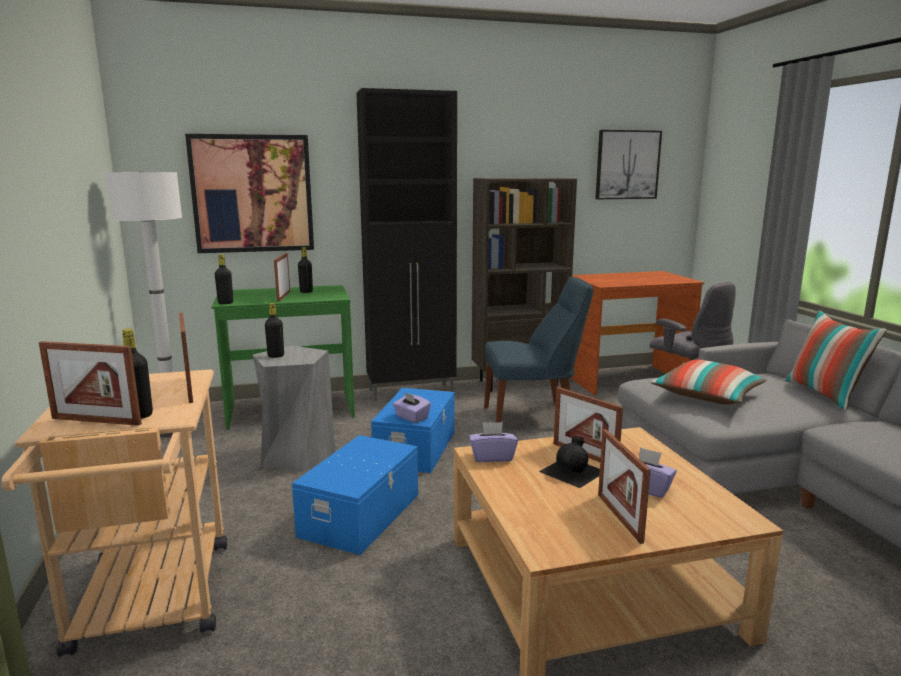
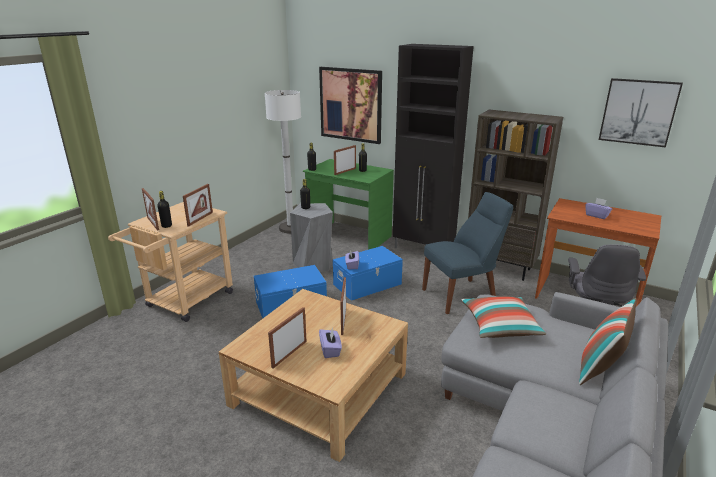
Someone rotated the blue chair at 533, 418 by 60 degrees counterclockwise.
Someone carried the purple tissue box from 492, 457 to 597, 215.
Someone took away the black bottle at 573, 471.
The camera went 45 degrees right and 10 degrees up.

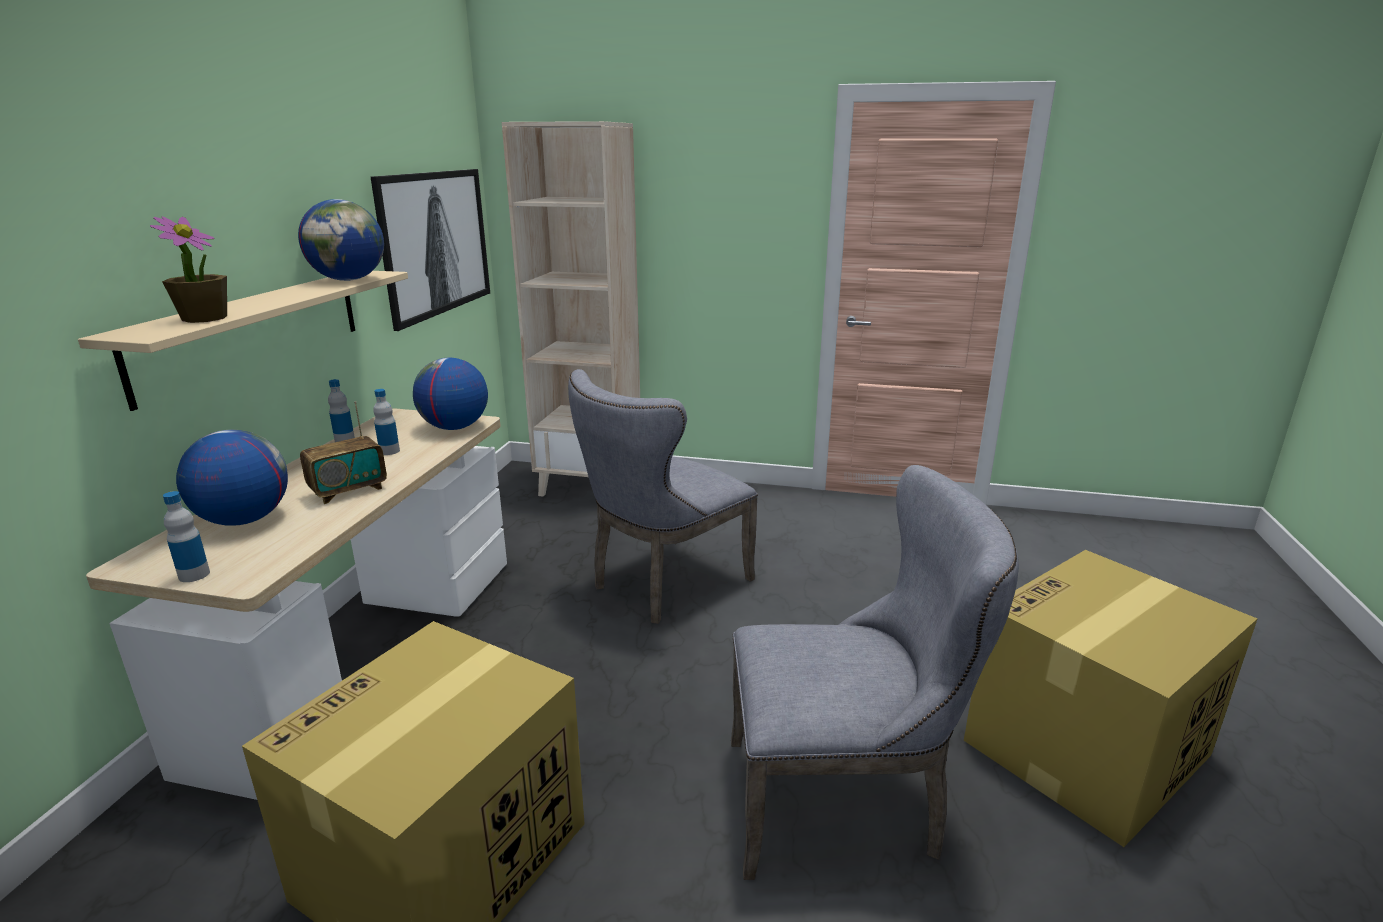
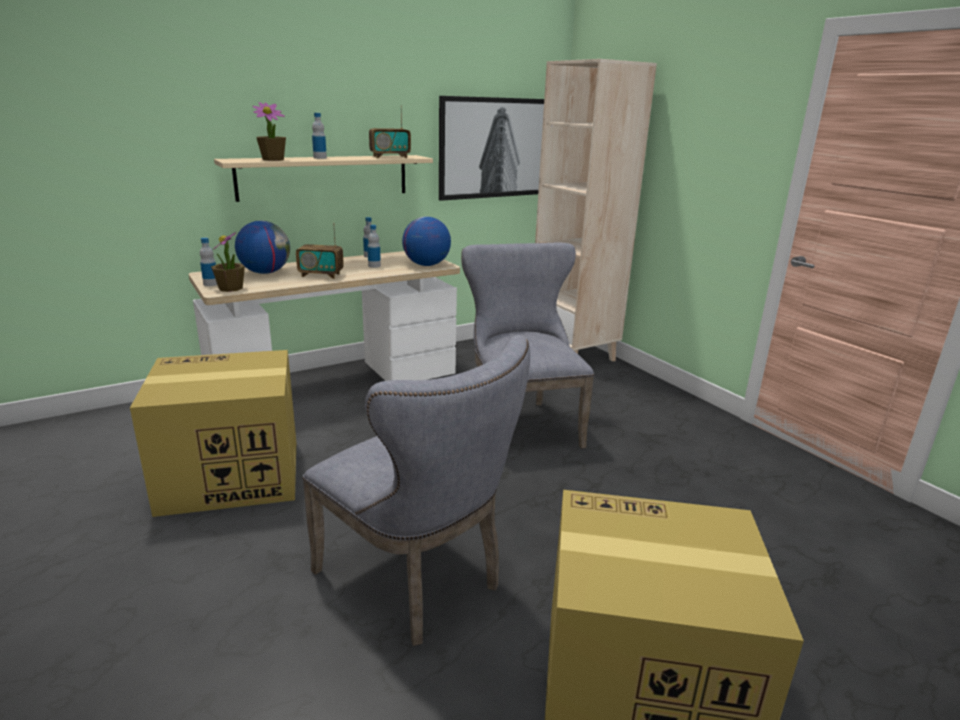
Someone put down the potted plant at 230, 288.
Someone put down the bottle at 320, 158.
Someone swapped the globe at 349, 280 for the radio at 390, 157.
Someone rotated the grey chair at 663, 585 by 75 degrees clockwise.
The camera went 45 degrees right and 0 degrees up.

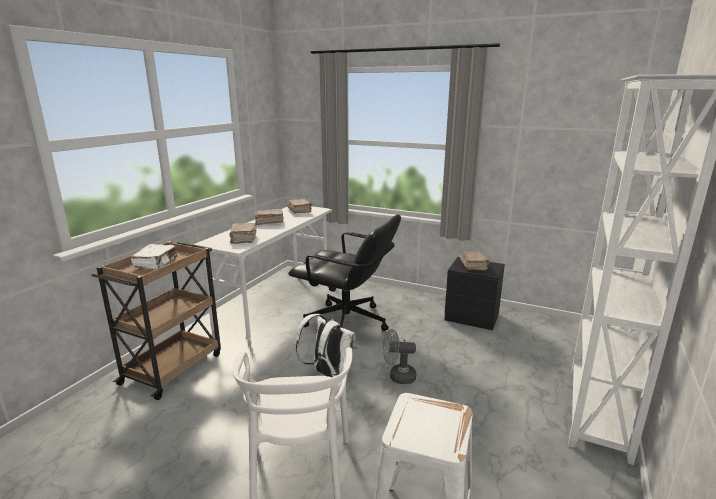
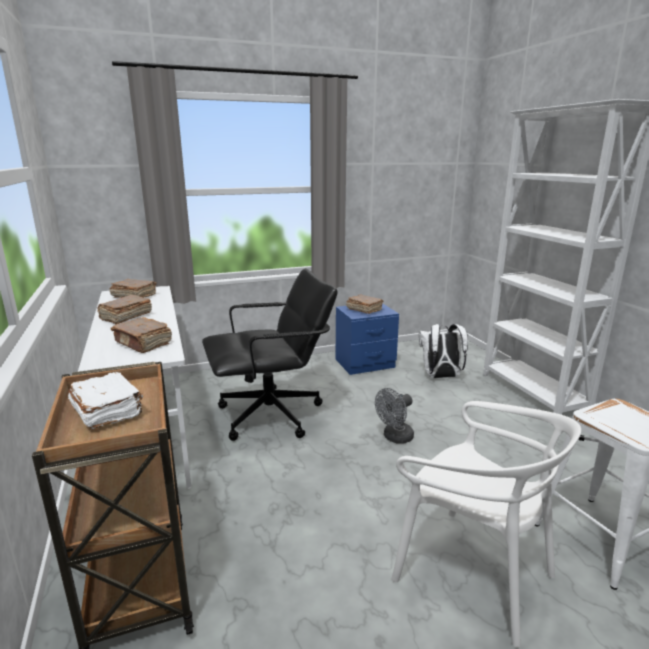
Someone repainted the black nightstand at 471, 317, which became the blue nightstand at 365, 363.
Someone carried the white backpack from 328, 374 to 440, 377.
The camera went 45 degrees left and 0 degrees up.

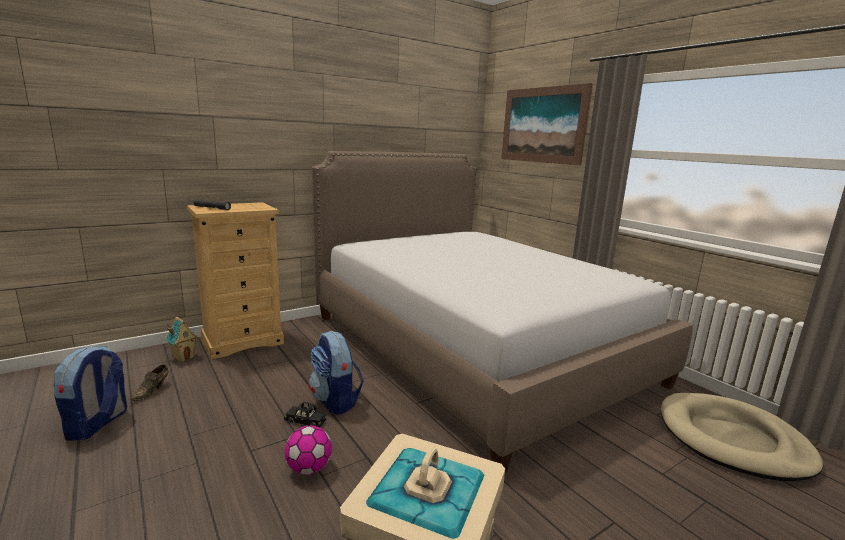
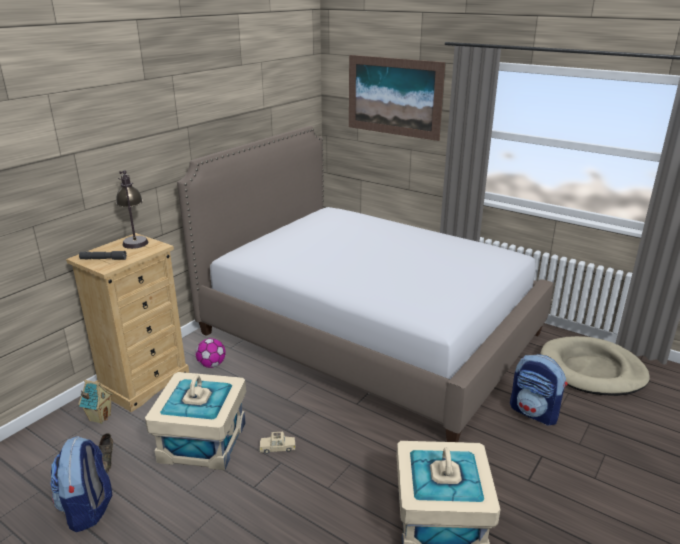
Someone put down the table lamp at 135, 240.
Someone put down the beige storage box at 202, 441.
Someone carried the football from 309, 468 to 211, 365.
Someone repainted the black toy car at 305, 421, which became the beige toy car at 277, 448.
Someone carried the backpack from 335, 401 to 534, 412.
The camera went 20 degrees left and 10 degrees up.

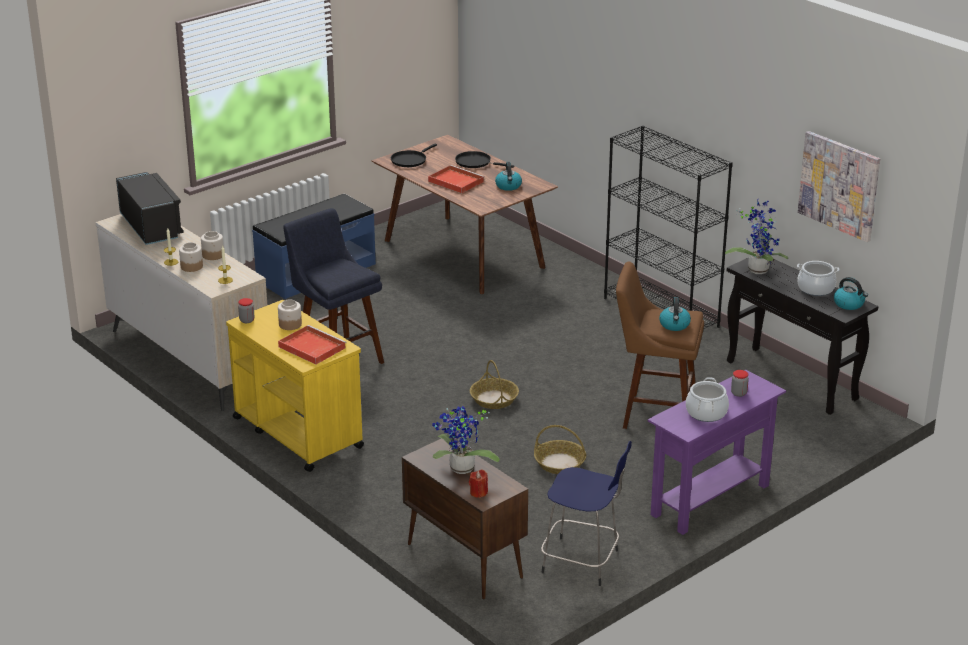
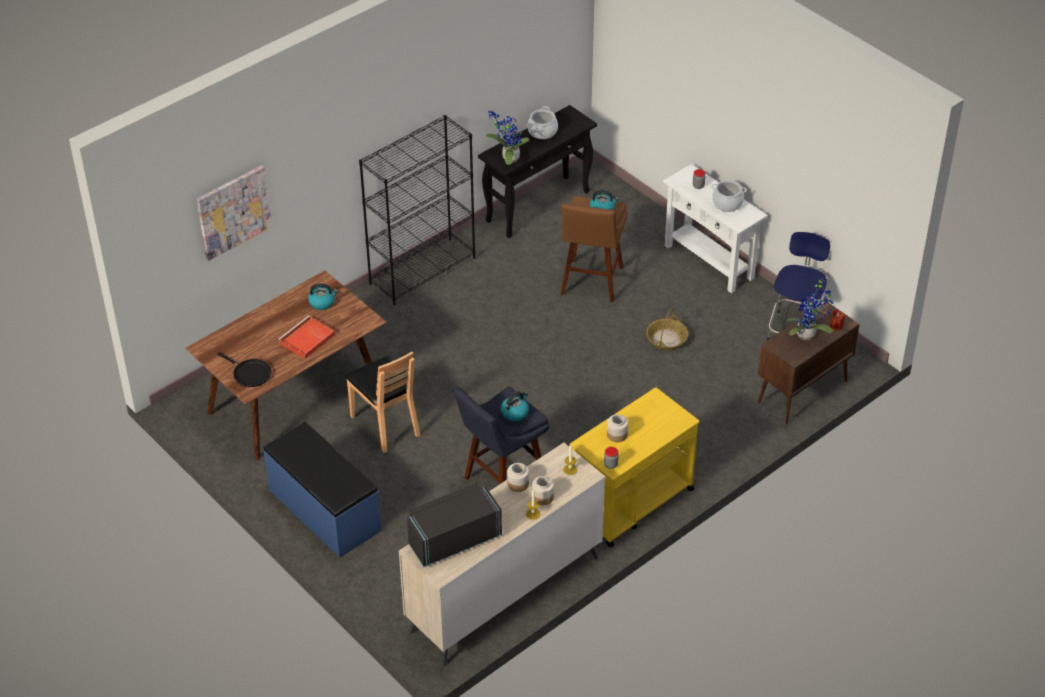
Someone carried the picture from 839, 185 to 233, 211.
Someone put down the brown chair at 386, 425.
Someone carried the kettle from 849, 304 to 515, 412.
Someone repainted the purple console table at 710, 500, which became the white console table at 709, 262.
Someone took away the red tray at 311, 347.
Someone took away the black frying pan at 476, 162.
Someone took away the basket at 494, 399.
The camera went 90 degrees left and 15 degrees up.

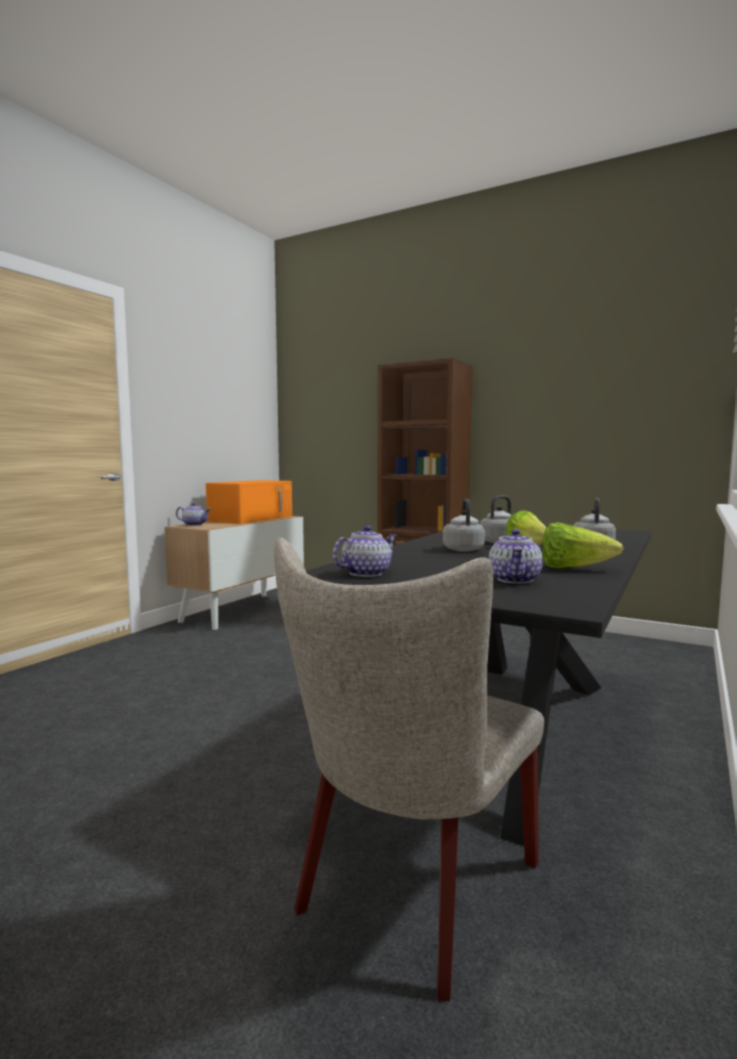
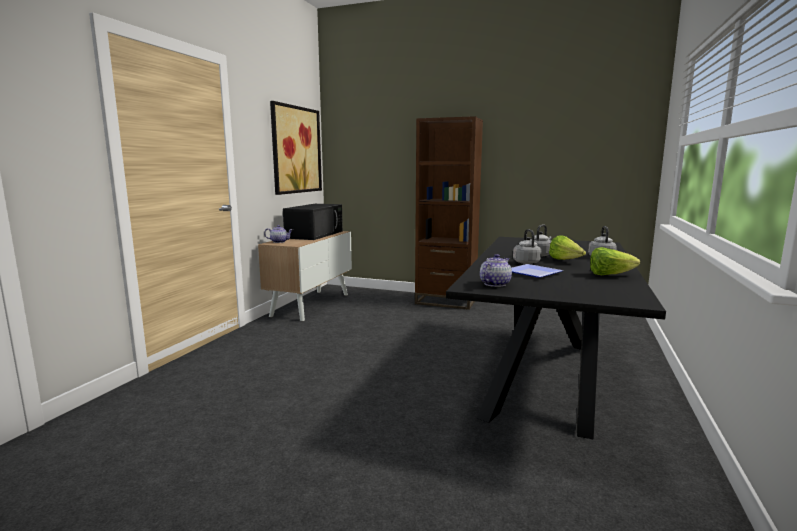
Someone put up the picture at 296, 150.
Someone repainted the orange microwave at 252, 518, which became the black microwave at 315, 234.
Someone put down the plate at 532, 273.
Someone took away the beige chair at 410, 894.
Someone took away the teapot at 515, 580.
The camera went 10 degrees left and 5 degrees up.

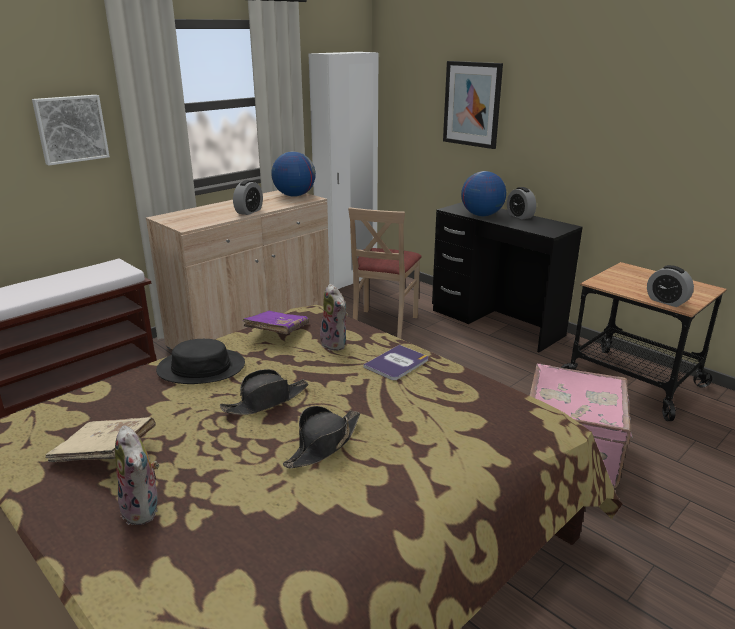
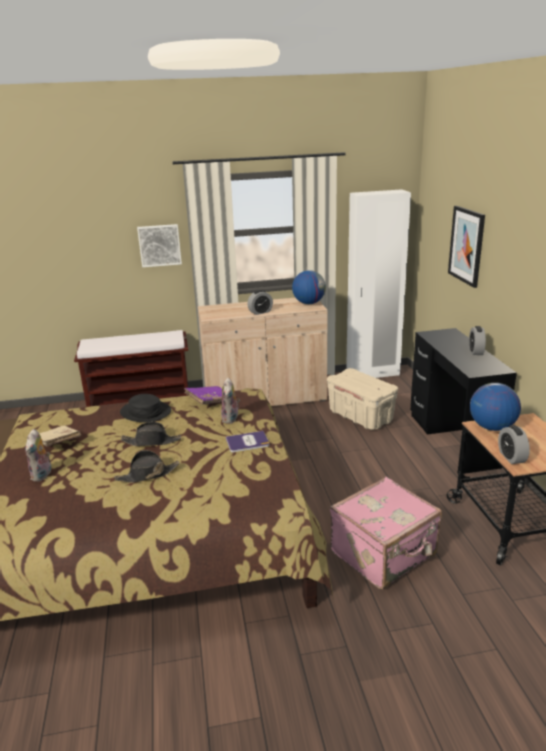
Someone swapped the beige chair at 383, 324 for the beige storage box at 360, 416.
Someone carried the globe from 481, 215 to 491, 427.
The camera went 35 degrees right and 0 degrees up.

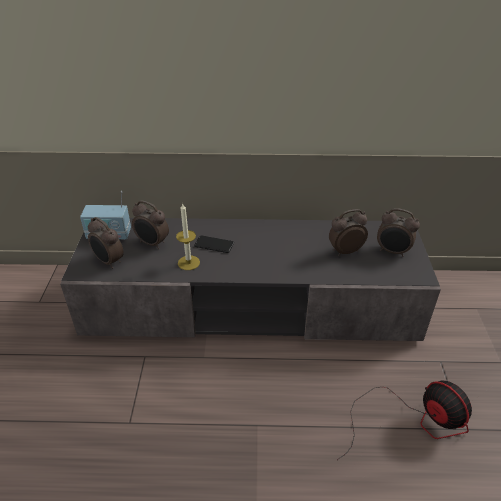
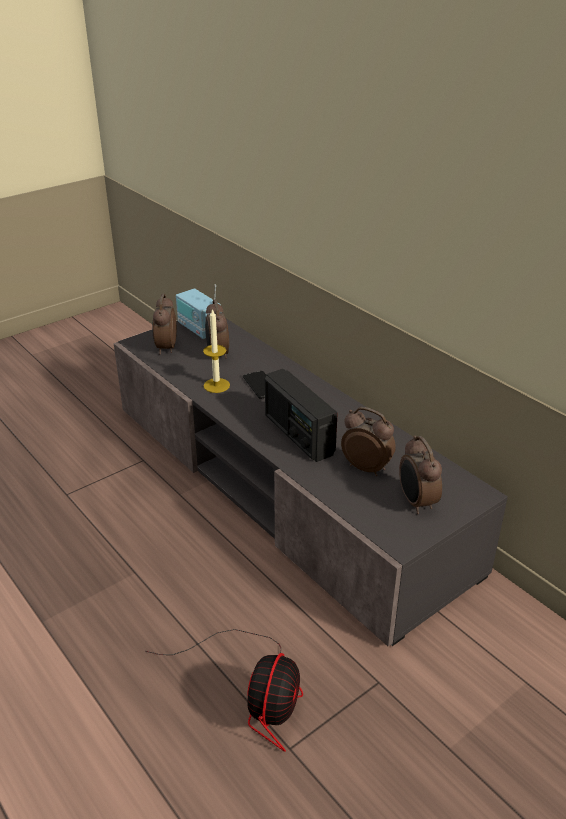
Someone put down the radio at 298, 434.
The camera went 50 degrees right and 5 degrees down.

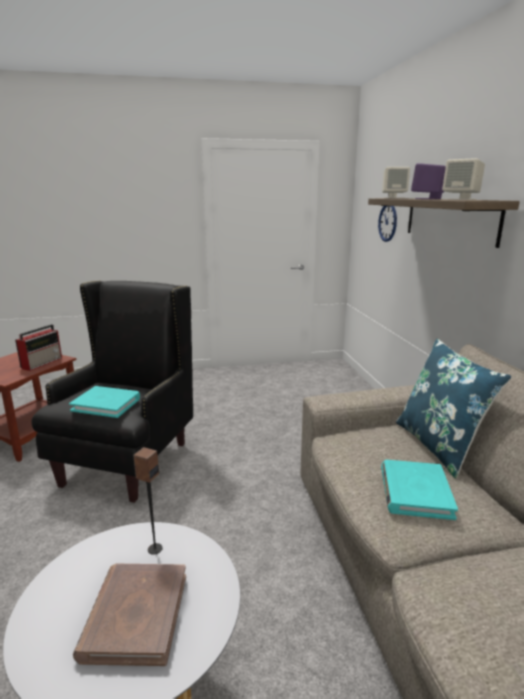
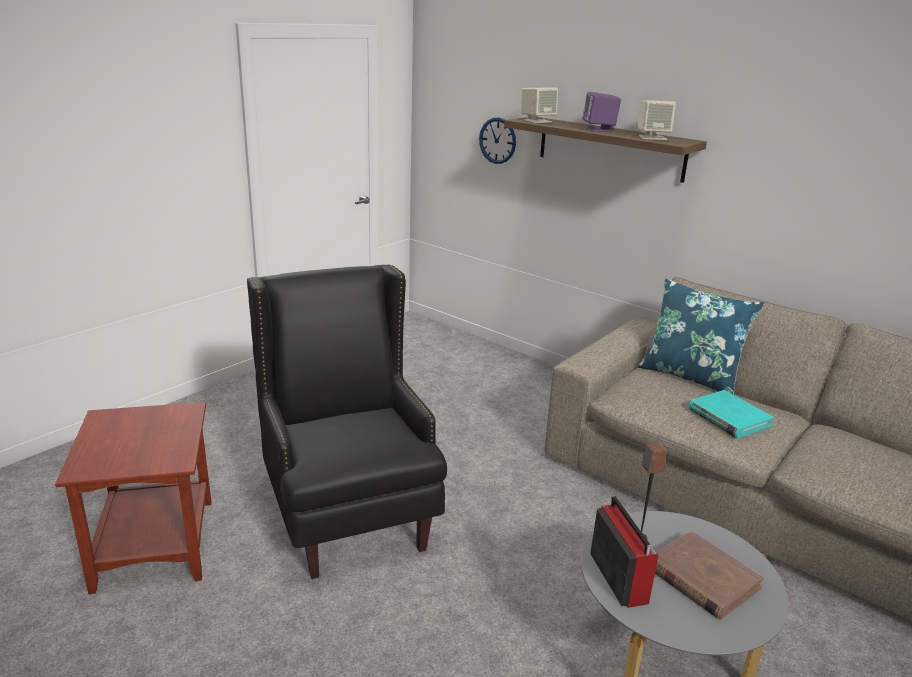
Someone carried the radio from 43, 363 to 618, 576.
Someone took away the turquoise book at 106, 404.
The camera went 40 degrees left and 5 degrees up.

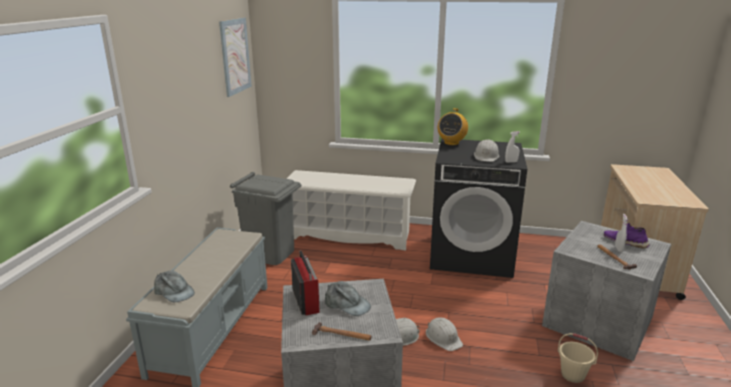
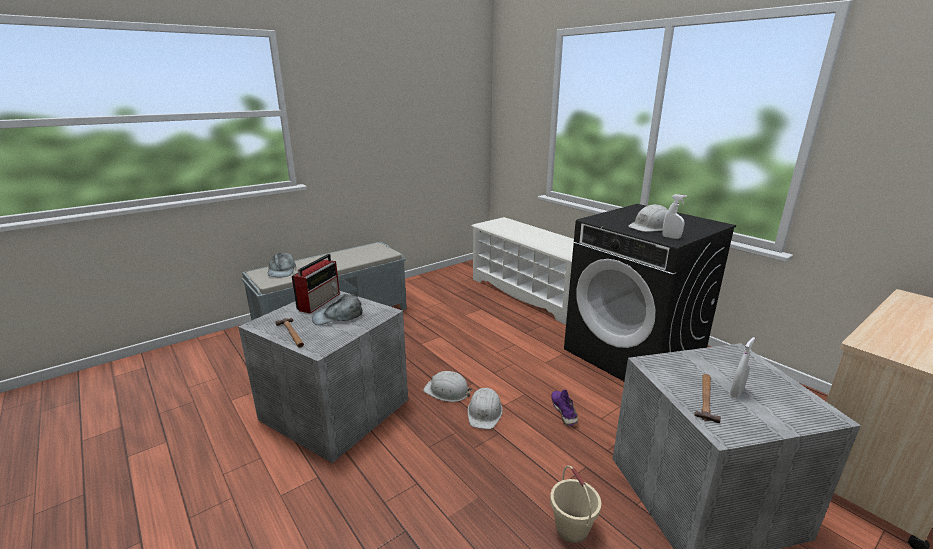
Someone rotated the grey cap at 347, 304 by 90 degrees clockwise.
Someone carried the purple shoe from 625, 242 to 564, 411.
Someone took away the picture at 235, 56.
Someone took away the grey trash can at 270, 253.
Someone took away the radio at 451, 143.
The camera went 40 degrees right and 0 degrees up.

